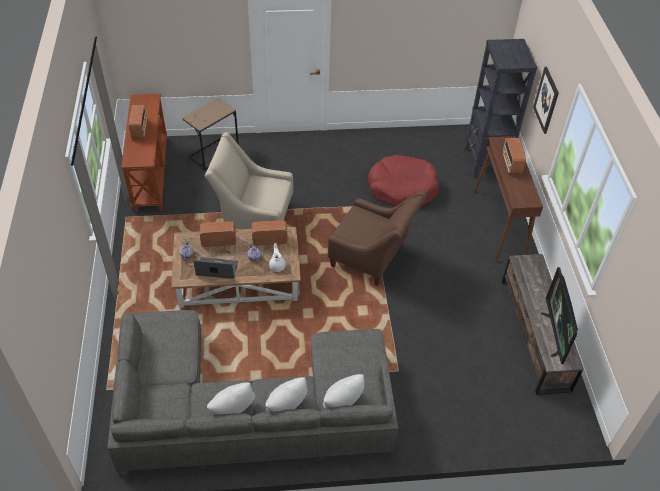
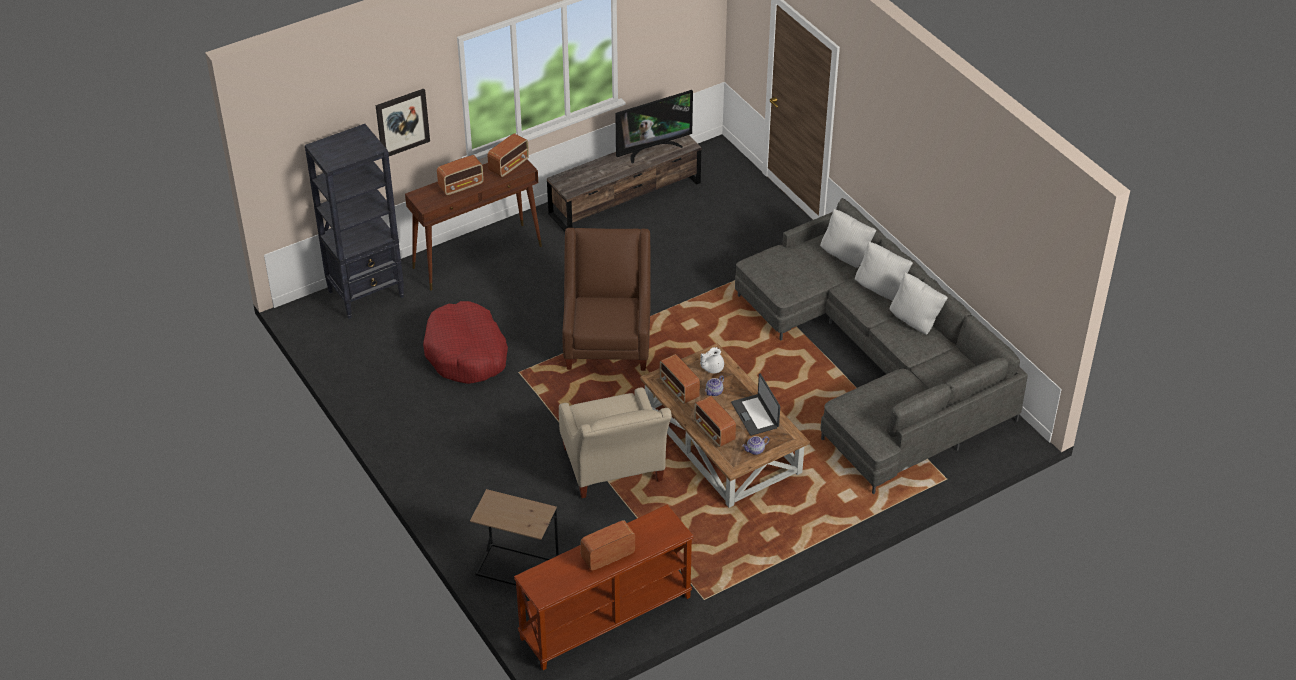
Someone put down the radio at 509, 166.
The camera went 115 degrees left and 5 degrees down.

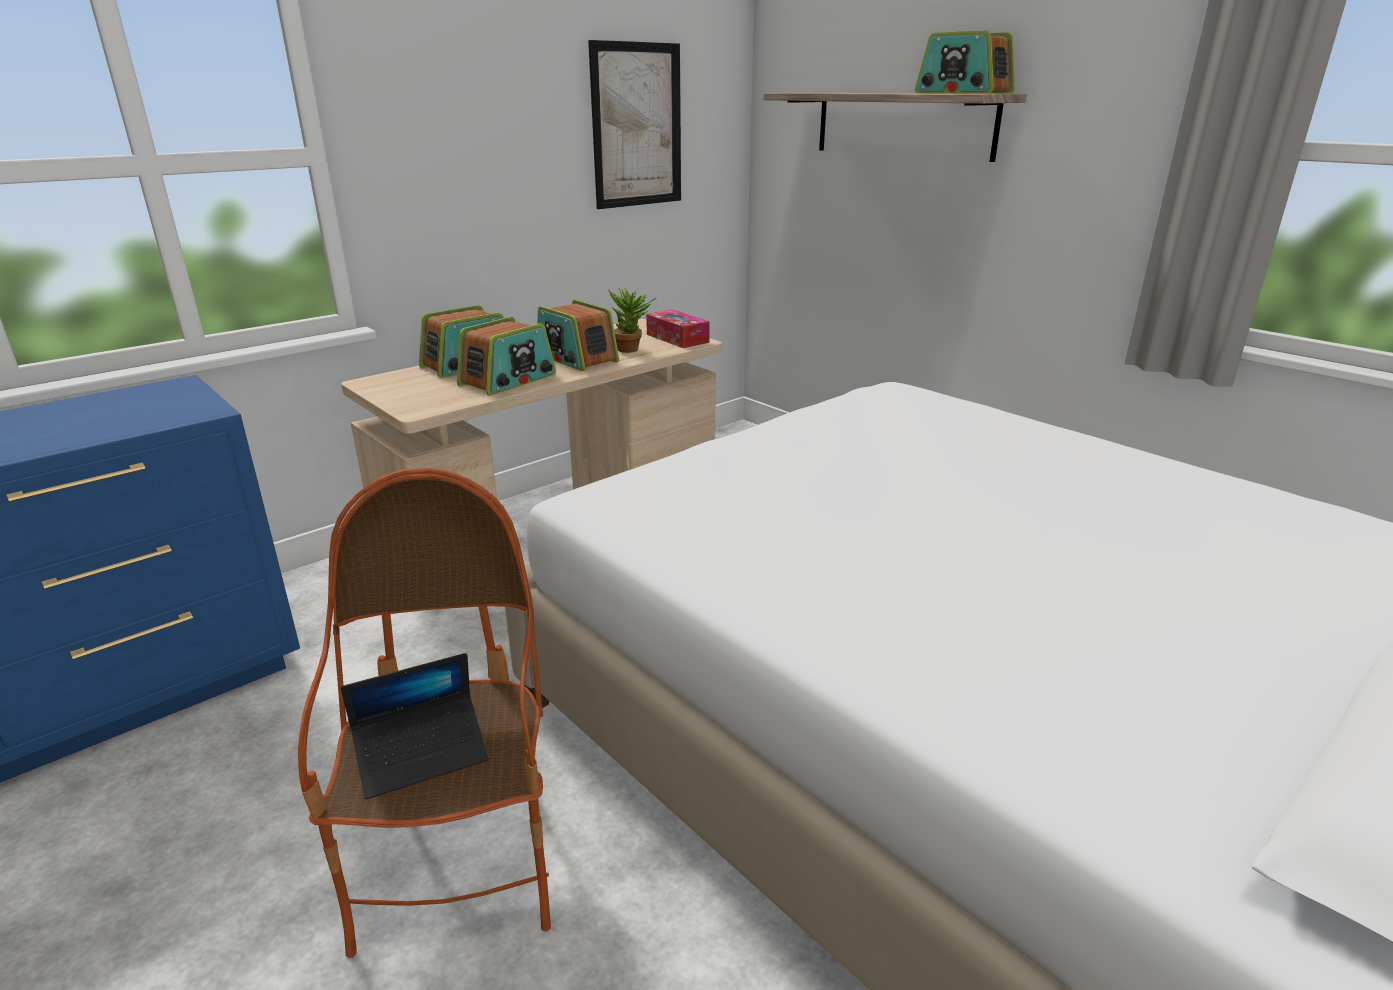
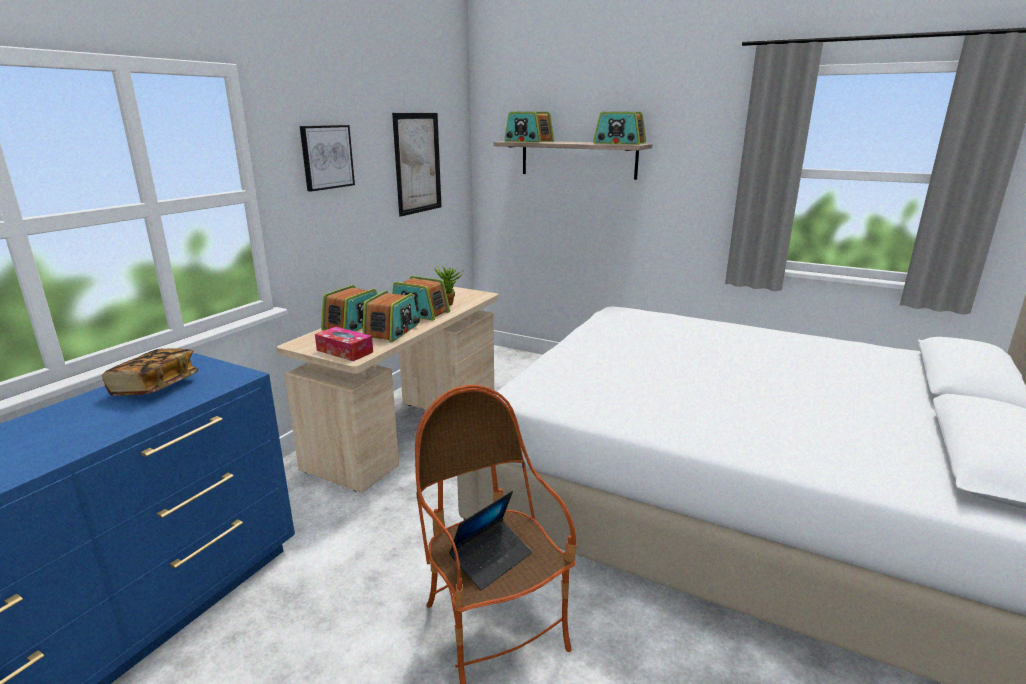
Someone put down the book at 155, 387.
Someone put up the picture at 326, 157.
Someone carried the tissue box from 677, 338 to 345, 351.
Someone put down the radio at 528, 141.
The camera went 20 degrees left and 5 degrees down.

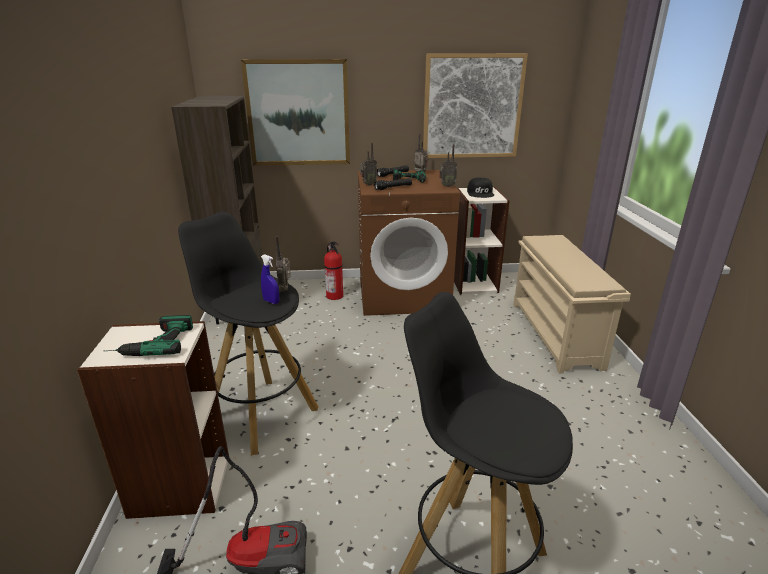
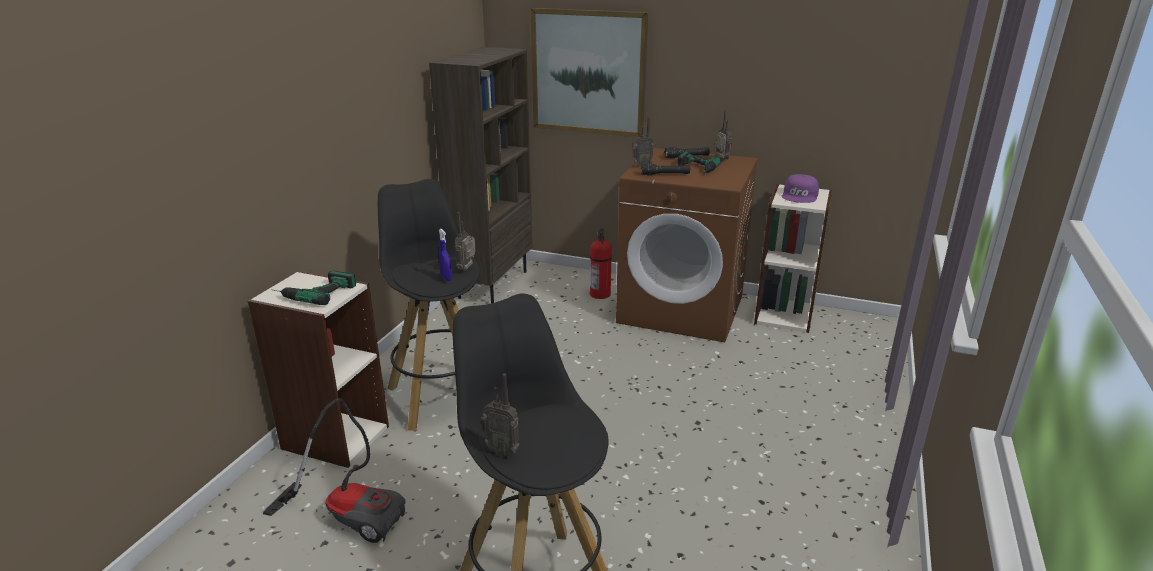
Someone carried the radio from 446, 186 to 502, 450.
Someone repainted the black cap at 481, 193, which became the purple cap at 800, 195.
Someone took away the picture at 472, 107.
Someone took away the beige shoe rack at 556, 334.
The camera went 25 degrees right and 0 degrees up.

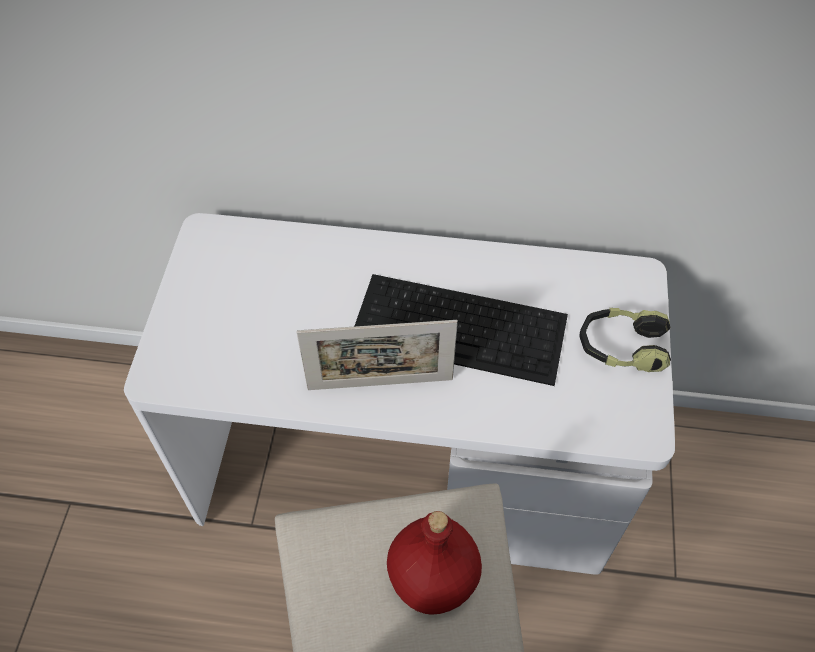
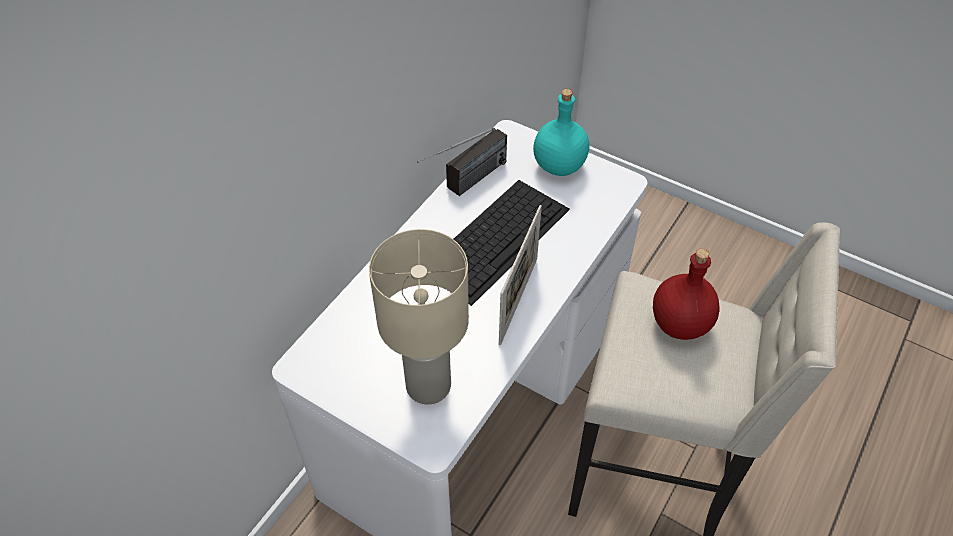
Someone put down the beige table lamp at 427, 386.
Someone put down the radio at 465, 185.
Someone swapped the headphones at 621, 348 for the turquoise bottle at 558, 166.
The camera went 65 degrees left and 5 degrees down.

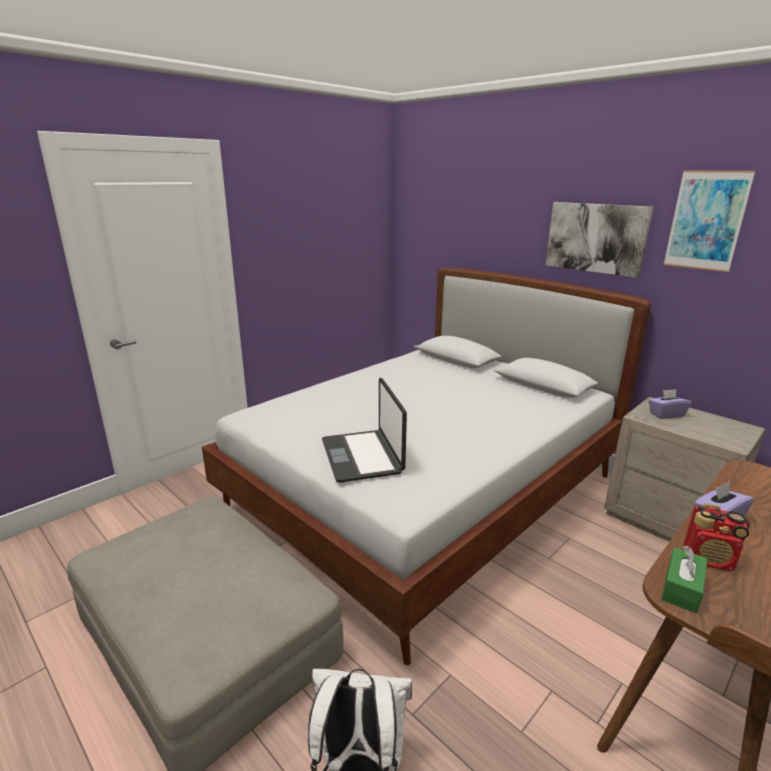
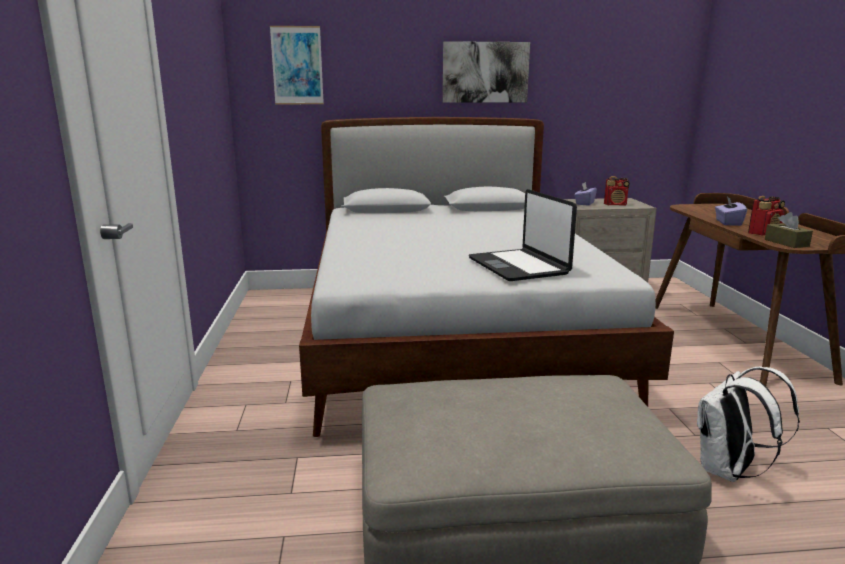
Someone carried the picture from 706, 221 to 297, 65.
Someone rotated the laptop at 362, 456 by 45 degrees clockwise.
Someone put down the radio at 615, 205.
Someone repainted the green tissue box at 681, 588, which became the brown tissue box at 786, 243.
The camera went 50 degrees left and 5 degrees down.

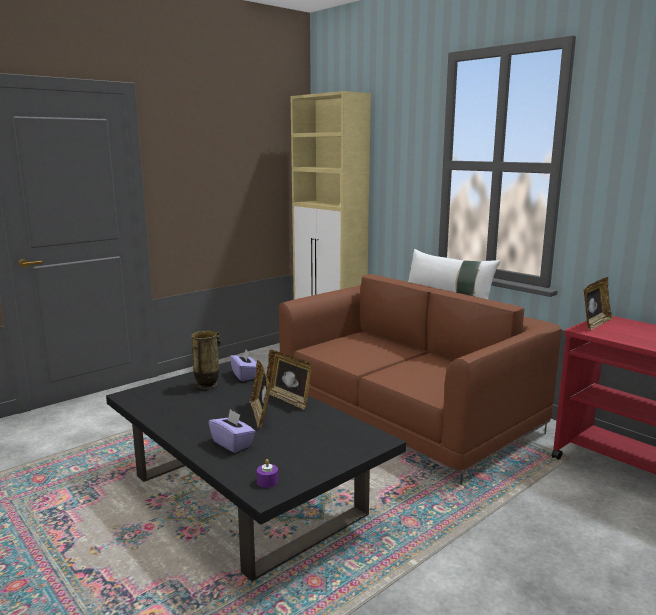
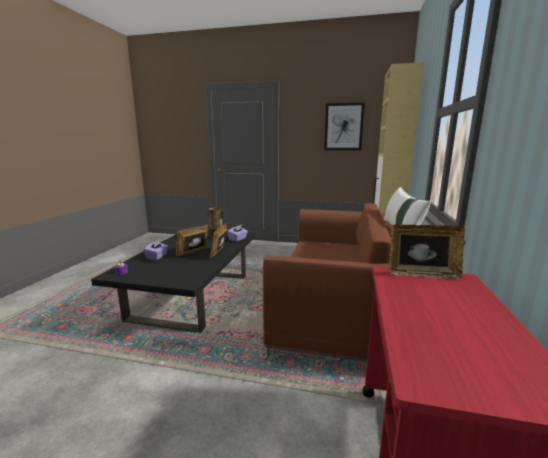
Someone put up the picture at 343, 127.
The camera went 55 degrees right and 0 degrees up.

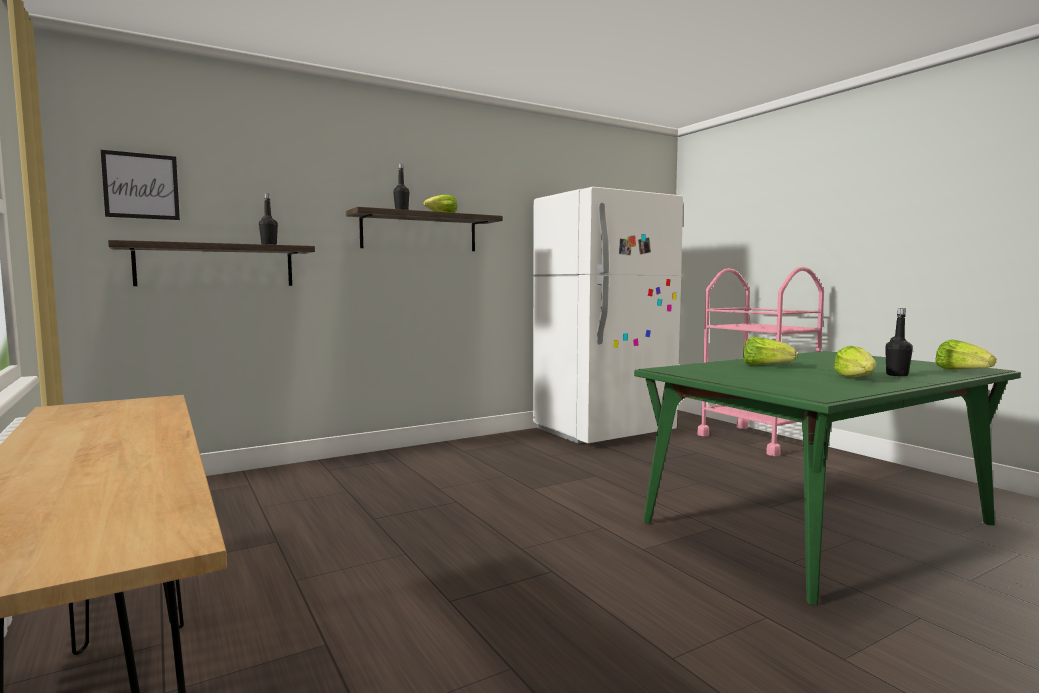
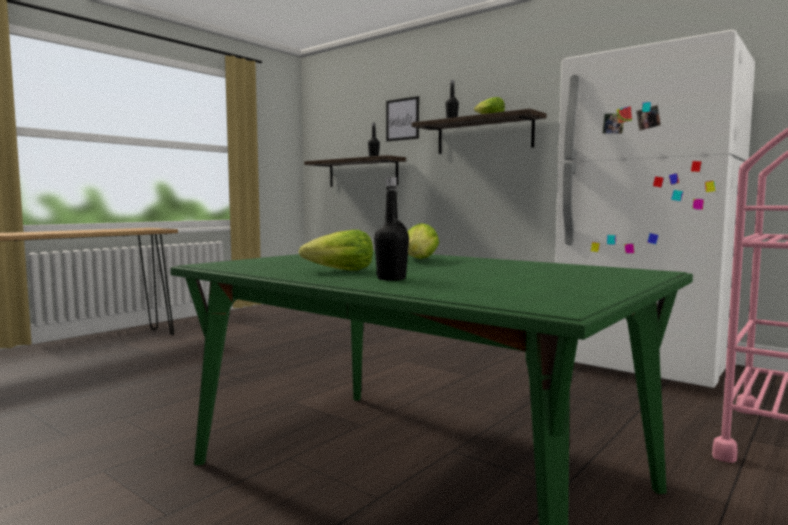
Someone carried the picture from 141, 186 to 402, 119.
Someone took away the lettuce at 962, 371.
The camera went 70 degrees right and 0 degrees up.

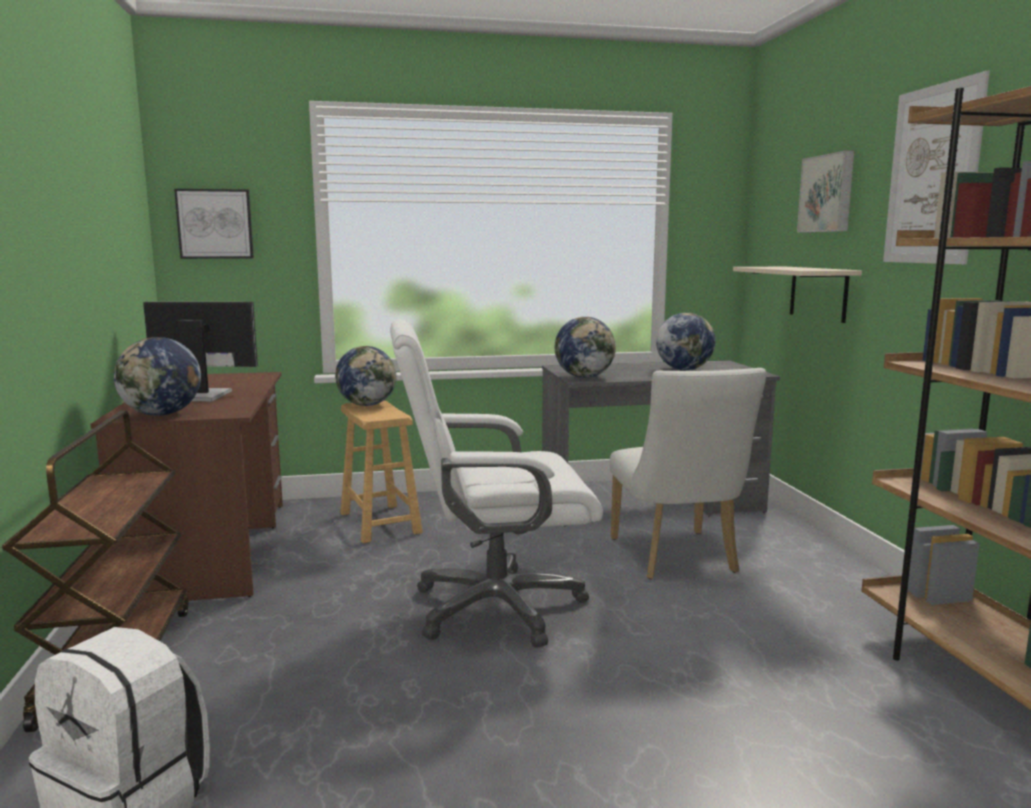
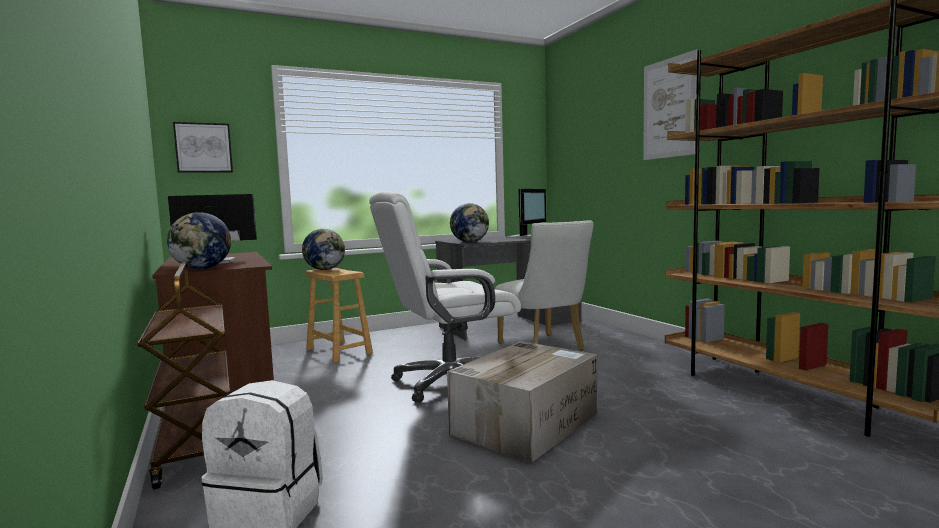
Someone put down the cardboard box at 526, 423.
Someone swapped the globe at 684, 369 for the monitor at 525, 237.
Someone took away the beige shelf at 818, 293.
Someone took away the picture at 828, 193.
The camera went 15 degrees left and 5 degrees down.

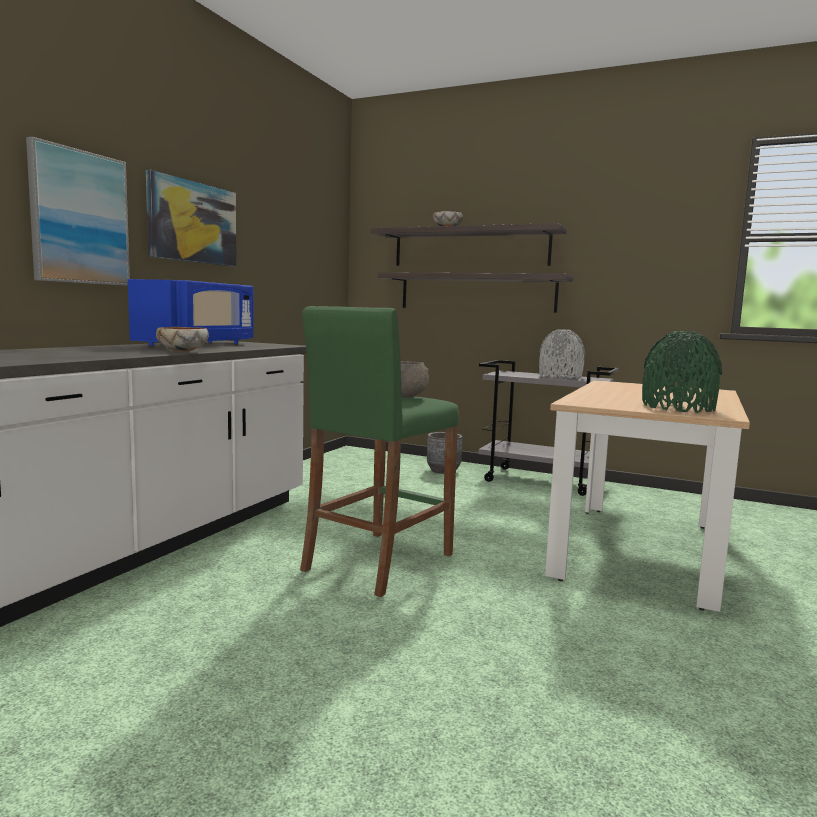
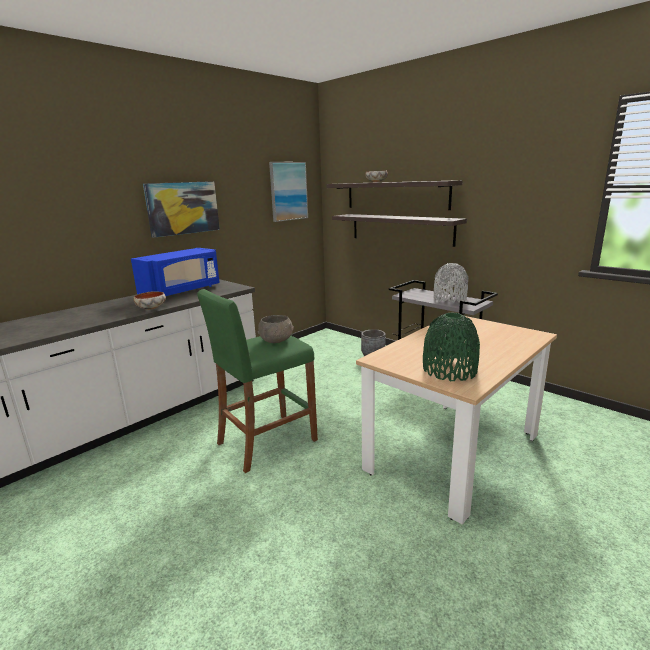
Someone carried the picture from 79, 218 to 288, 191.
The camera went 20 degrees right and 10 degrees up.

